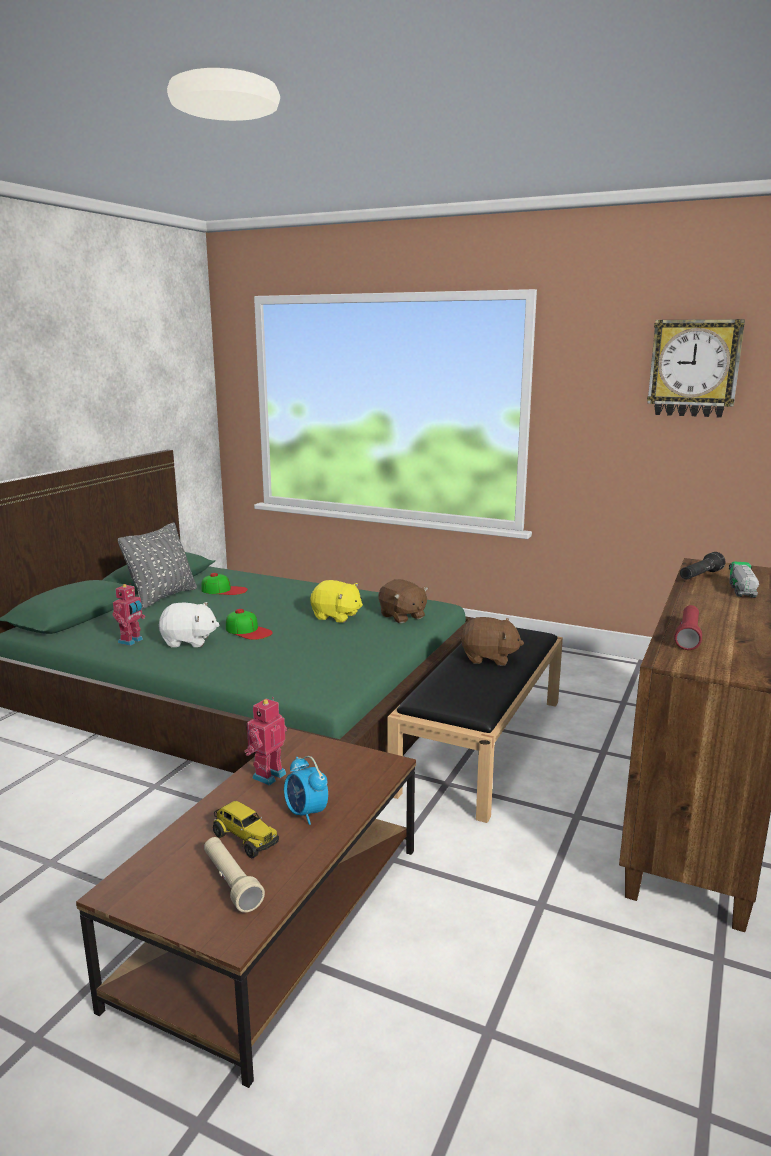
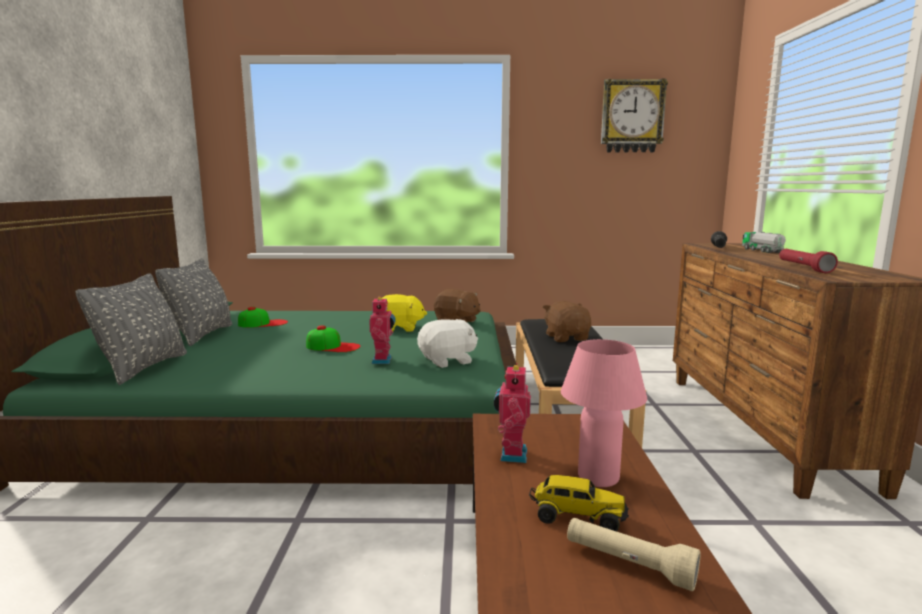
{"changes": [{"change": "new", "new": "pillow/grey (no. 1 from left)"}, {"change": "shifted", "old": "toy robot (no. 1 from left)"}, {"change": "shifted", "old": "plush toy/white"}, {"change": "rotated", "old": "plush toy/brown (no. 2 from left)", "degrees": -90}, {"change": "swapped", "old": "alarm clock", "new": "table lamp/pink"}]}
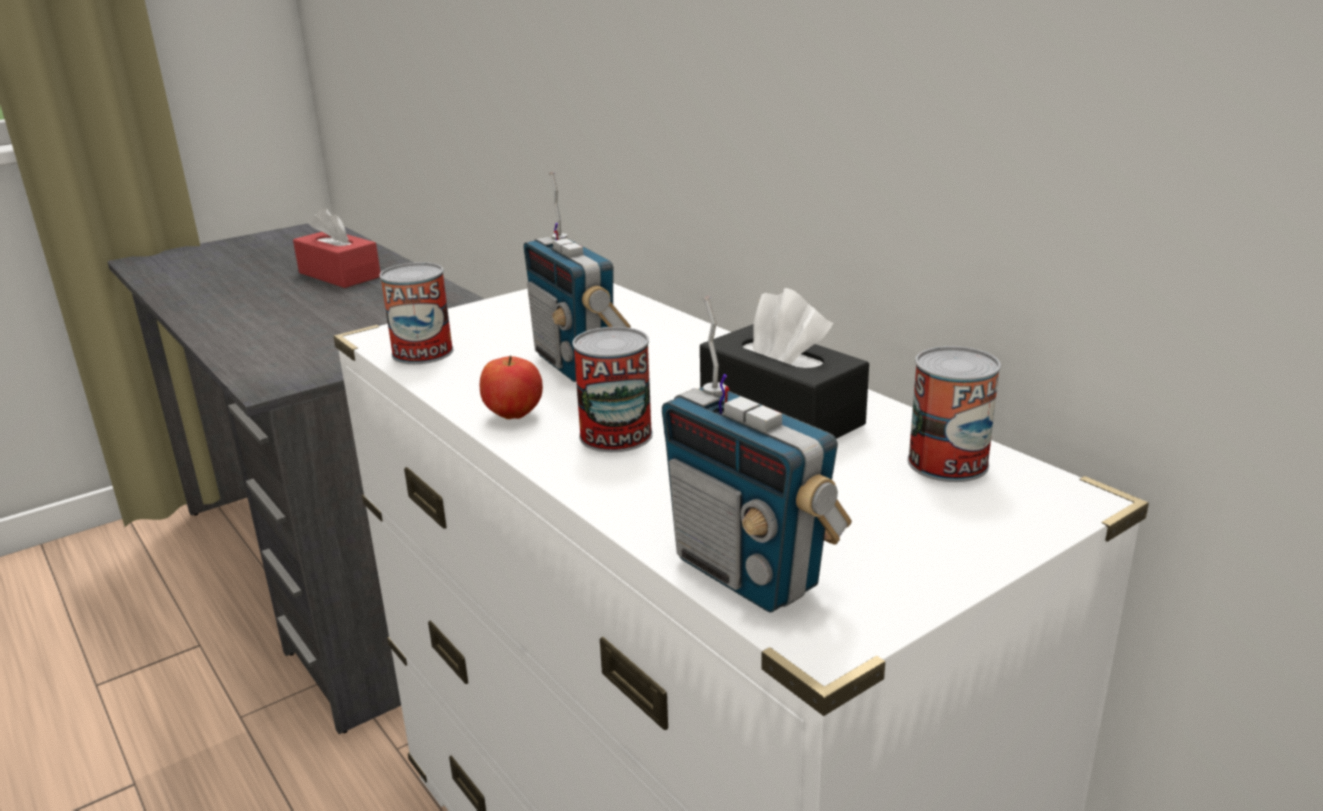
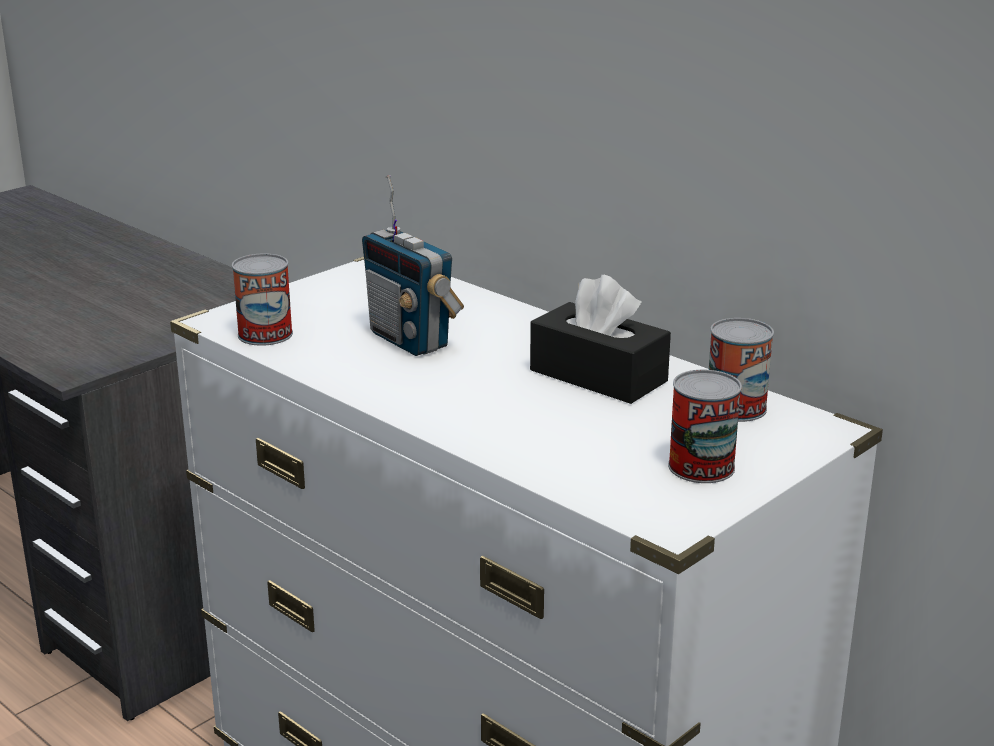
{"changes": [{"change": "shifted", "old": "can (no. 2 from left)"}, {"change": "gone", "old": "tissue box/red"}, {"change": "gone", "old": "apple"}, {"change": "gone", "old": "radio (no. 2 from left)"}]}
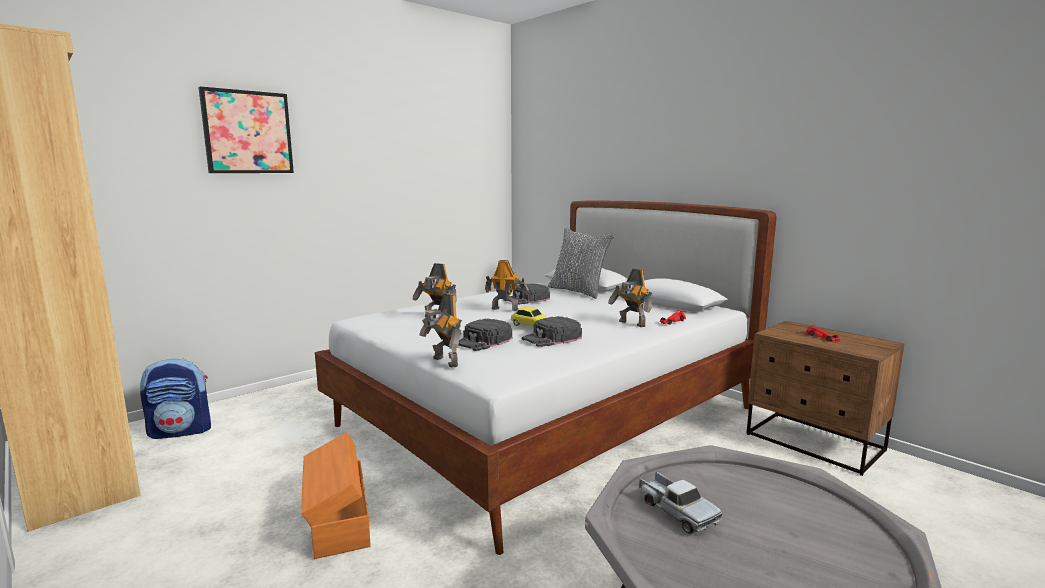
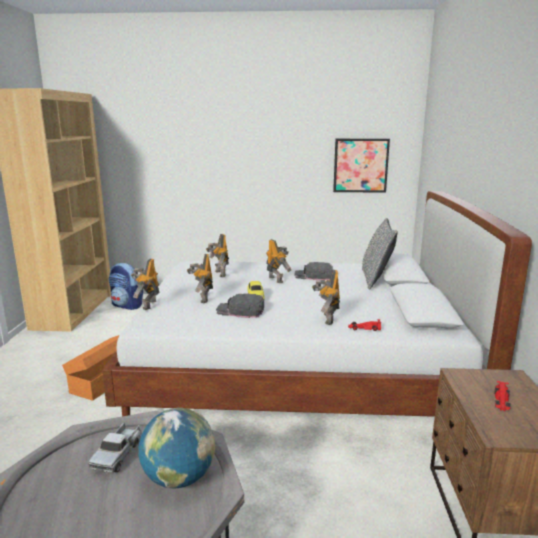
{"changes": [{"change": "new", "new": "globe"}, {"change": "swapped", "old": "cap/black (no. 1 from left)", "new": "toy robot (no. 2 from left)"}, {"change": "shifted", "old": "picture"}]}
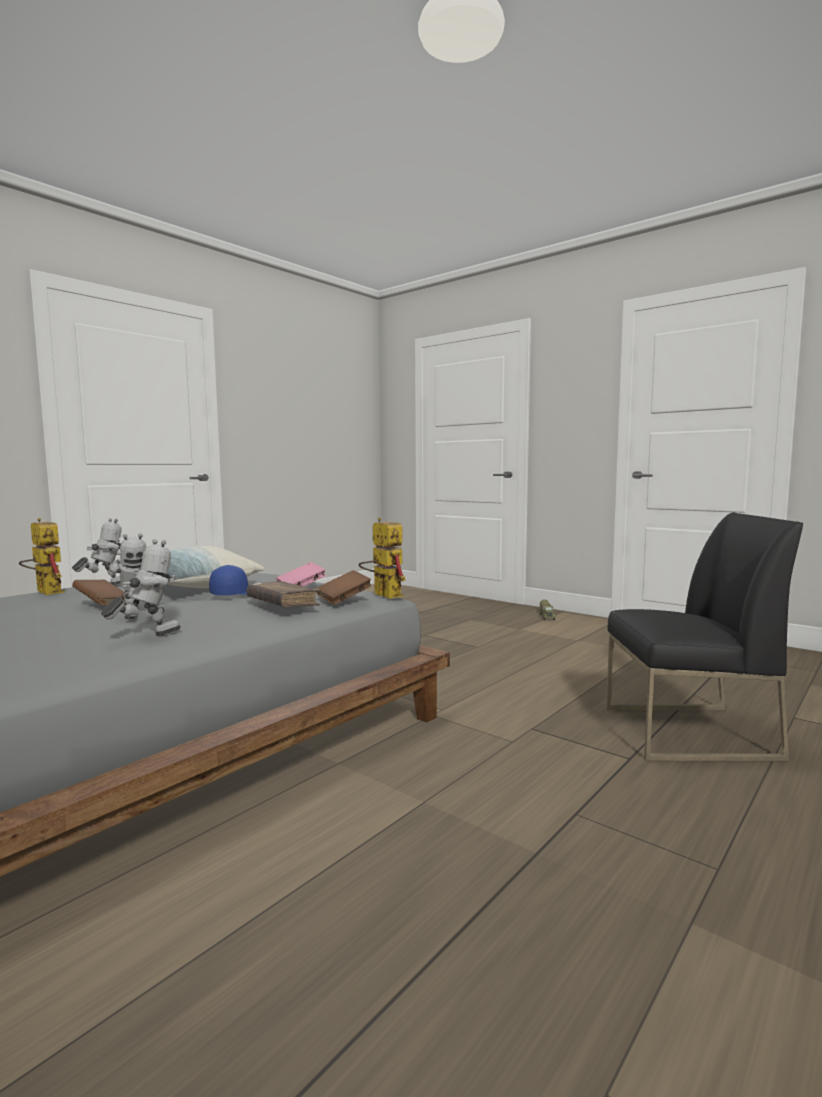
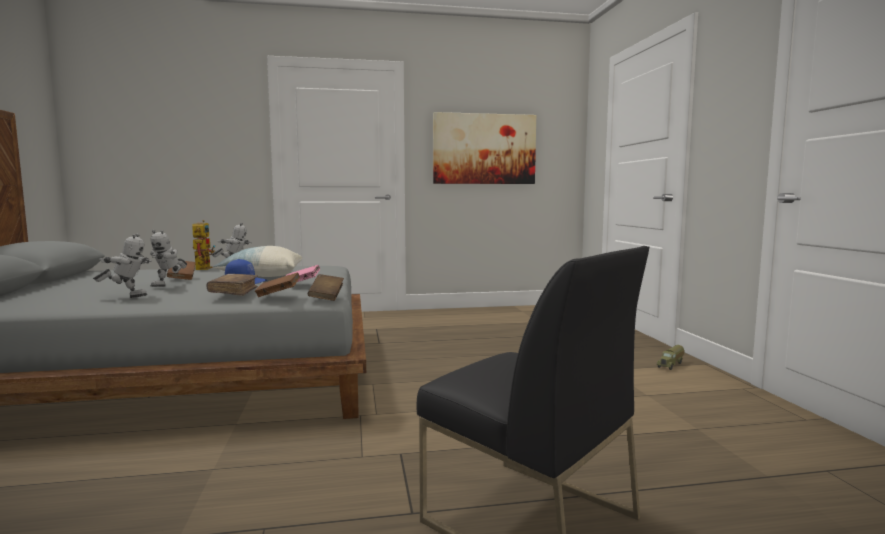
{"changes": [{"change": "swapped", "old": "toy robot (no. 5 from left)", "new": "book/brown (no. 4 from left)"}, {"change": "new", "new": "picture"}]}
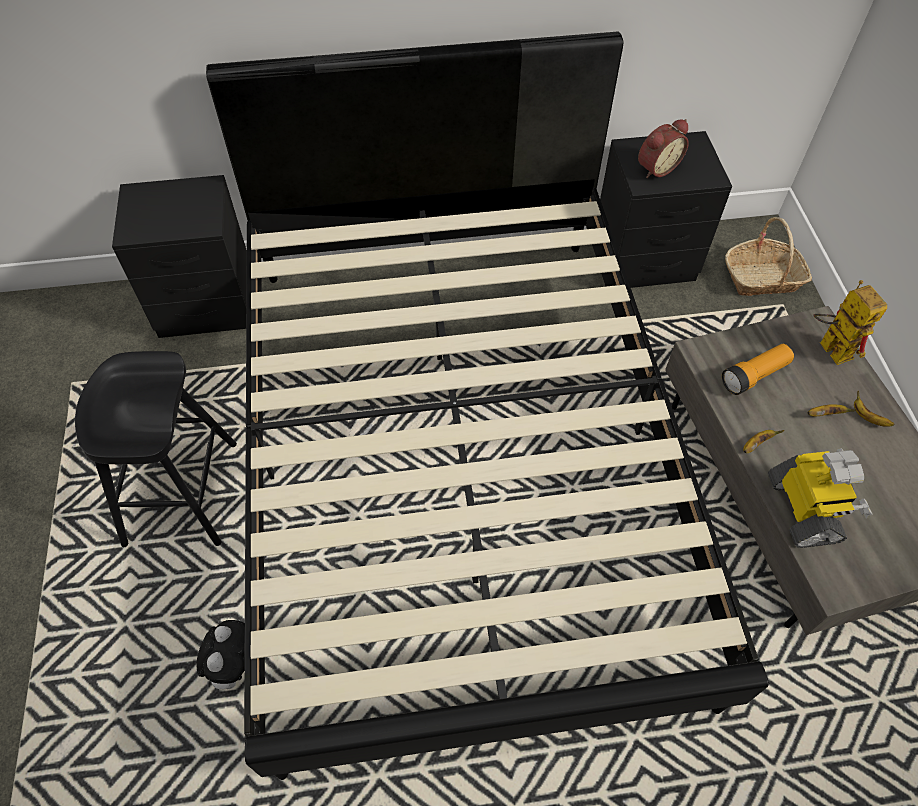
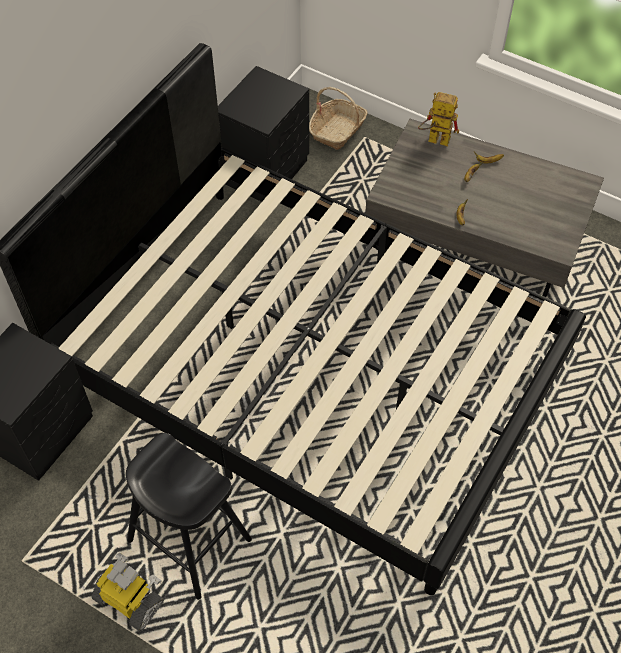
{"changes": [{"change": "shifted", "old": "toy robot (no. 1 from left)"}, {"change": "gone", "old": "plush toy"}, {"change": "gone", "old": "alarm clock"}, {"change": "gone", "old": "flashlight"}]}
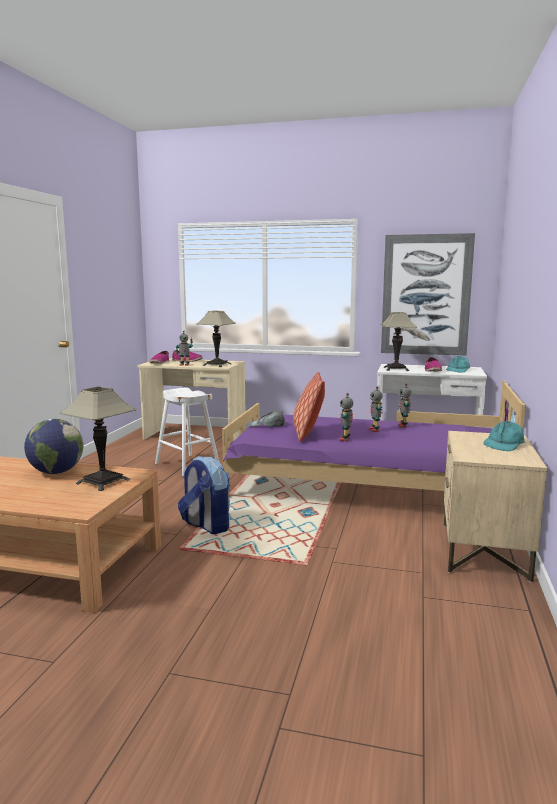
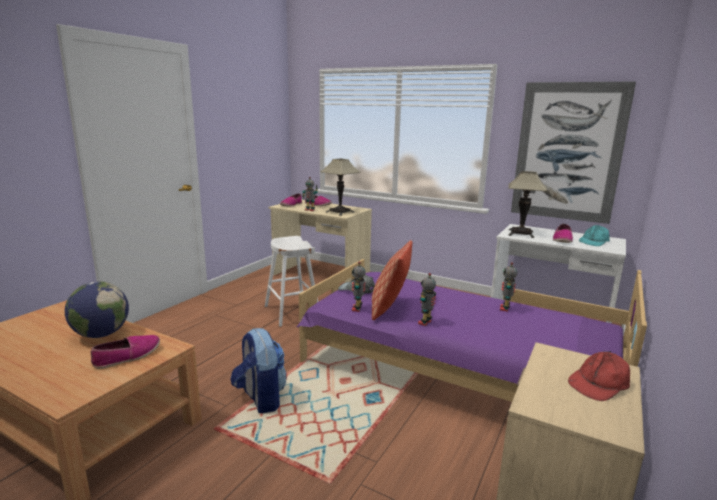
{"changes": [{"change": "swapped", "old": "table lamp (no. 1 from left)", "new": "shoe (no. 1 from left)"}, {"change": "shifted", "old": "toy robot (no. 3 from left in the first image)", "new": "toy robot (no. 2 from left)"}, {"change": "repainted", "old": "cap/turquoise (no. 2 from left)", "new": "cap/red"}]}
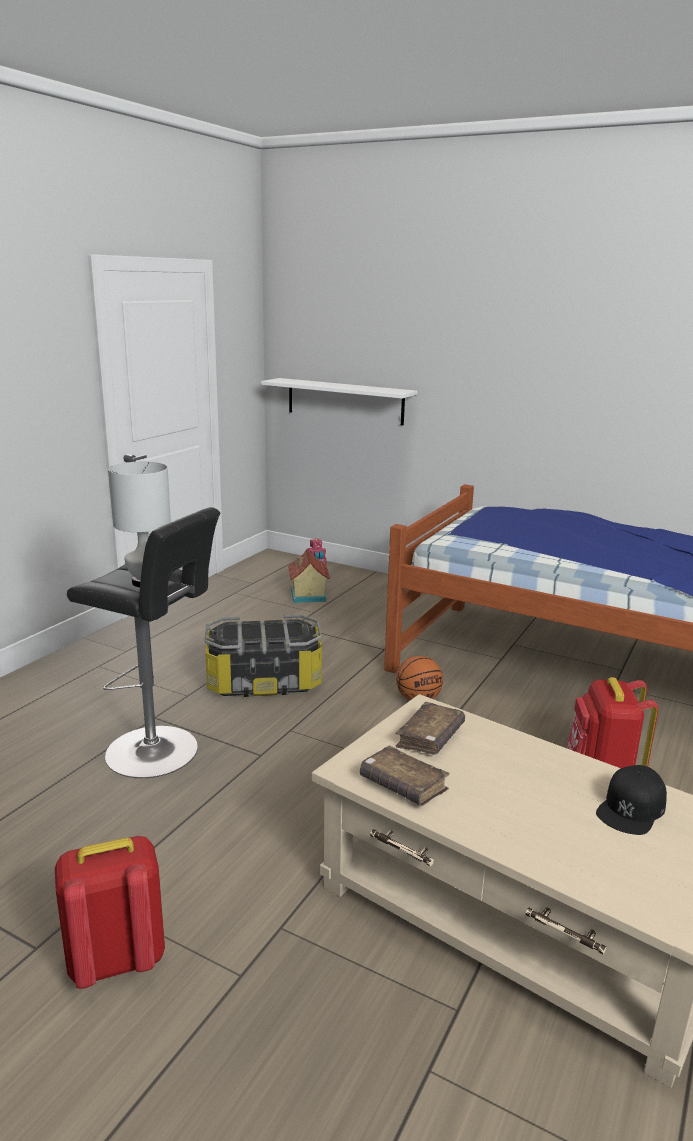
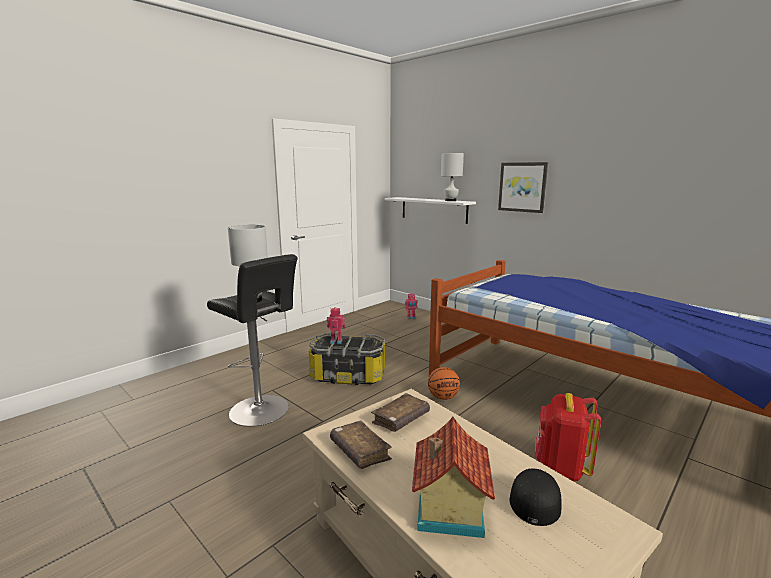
{"changes": [{"change": "new", "new": "toy robot (no. 1 from left)"}, {"change": "shifted", "old": "toy house"}, {"change": "new", "new": "table lamp/white (no. 2 from left)"}, {"change": "new", "new": "picture"}, {"change": "rotated", "old": "cap/black", "degrees": 150}, {"change": "gone", "old": "backpack/red (no. 1 from left)"}]}
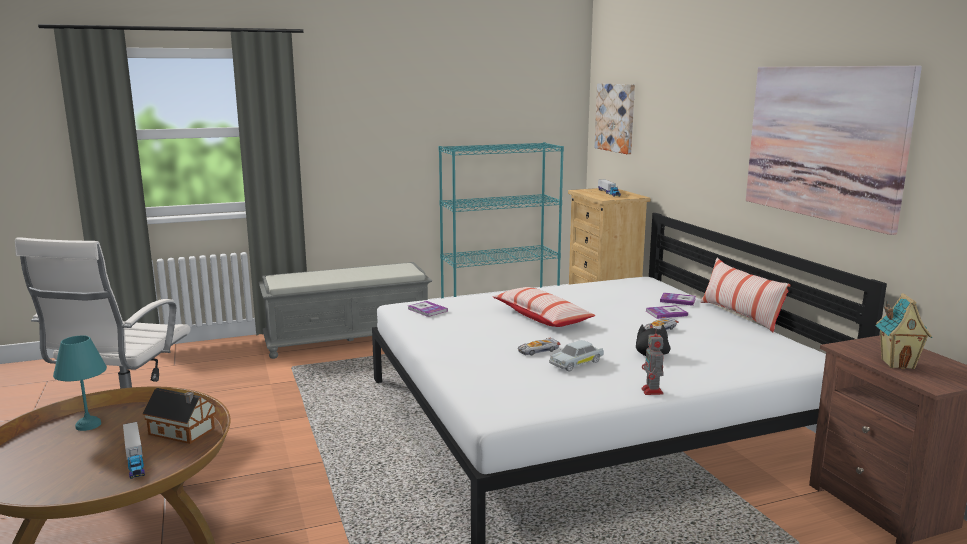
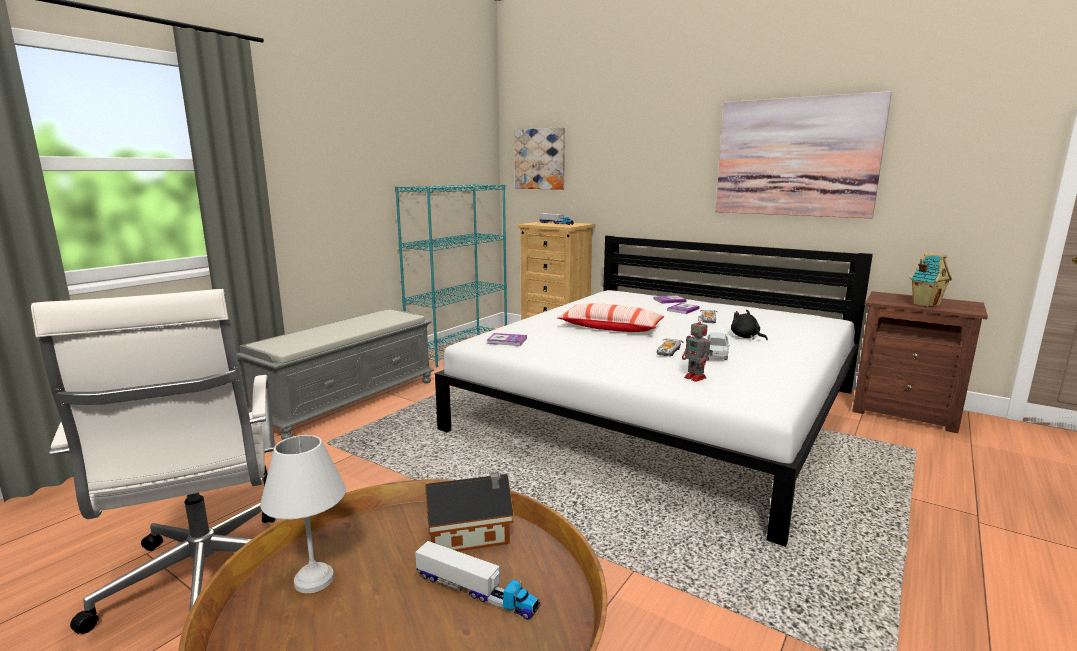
{"changes": [{"change": "repainted", "old": "table lamp/turquoise", "new": "table lamp/white"}, {"change": "shifted", "old": "toy robot"}, {"change": "gone", "old": "pillow (no. 2 from left)"}]}
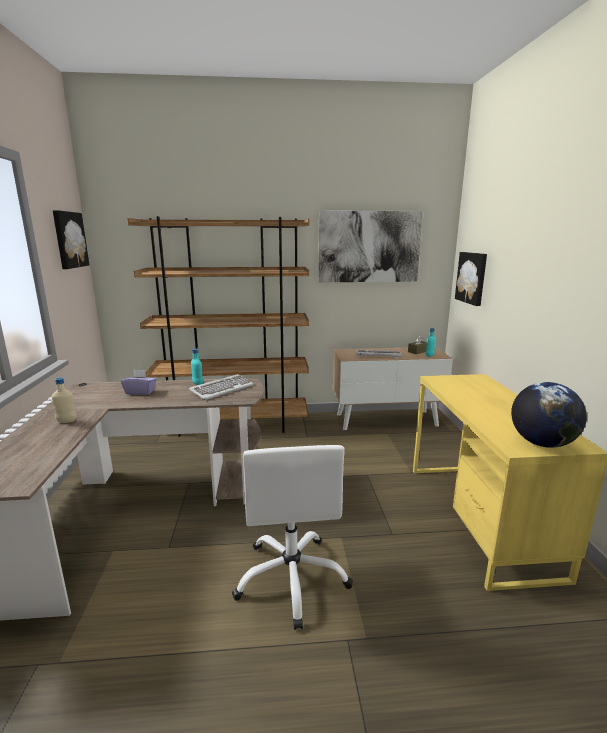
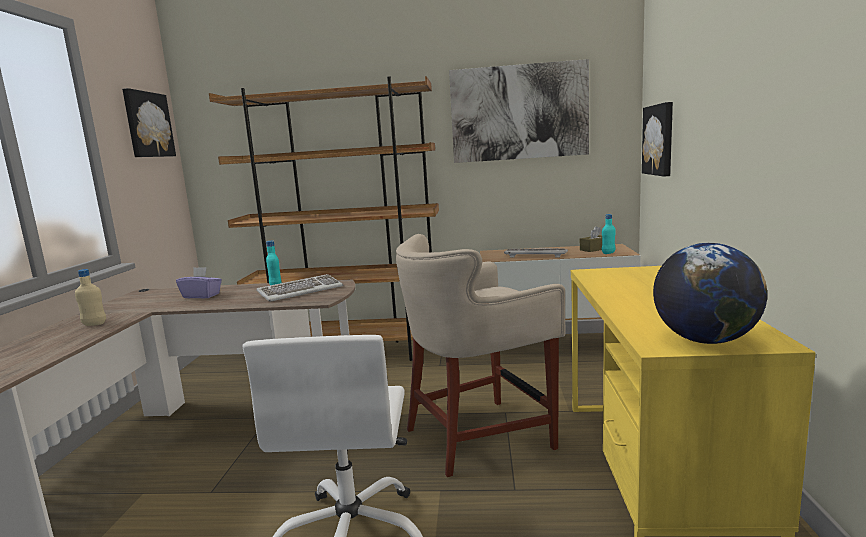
{"changes": [{"change": "new", "new": "stool/beige"}]}
